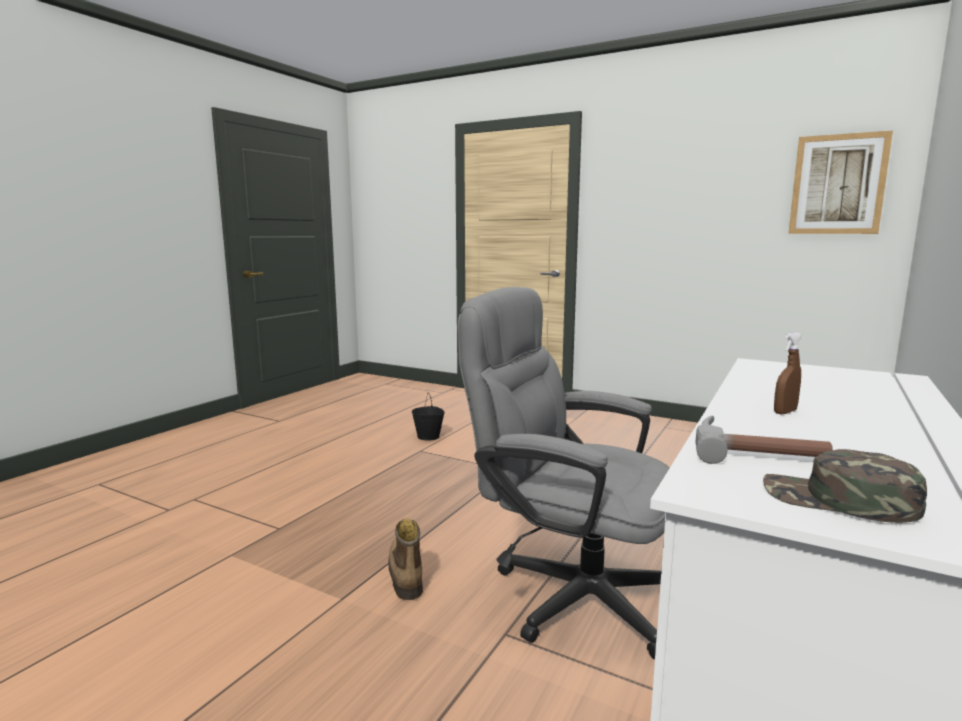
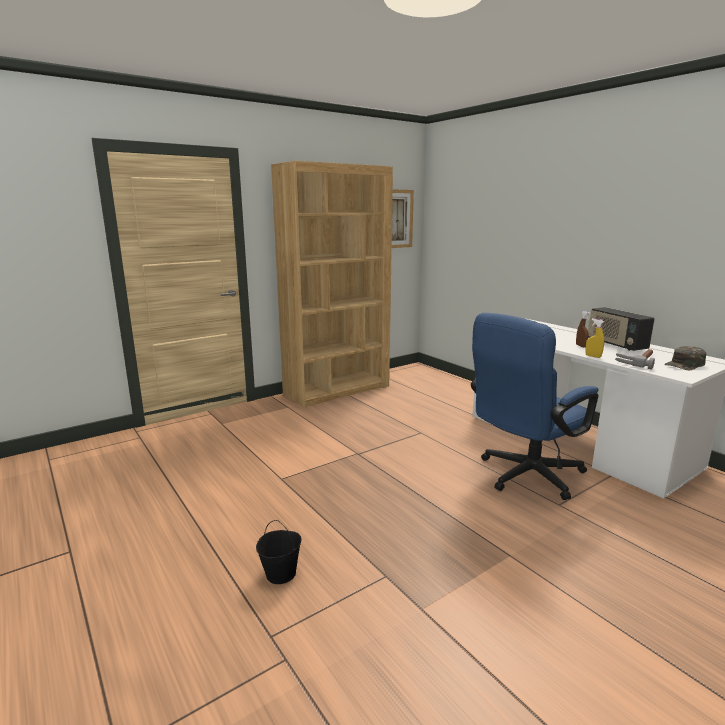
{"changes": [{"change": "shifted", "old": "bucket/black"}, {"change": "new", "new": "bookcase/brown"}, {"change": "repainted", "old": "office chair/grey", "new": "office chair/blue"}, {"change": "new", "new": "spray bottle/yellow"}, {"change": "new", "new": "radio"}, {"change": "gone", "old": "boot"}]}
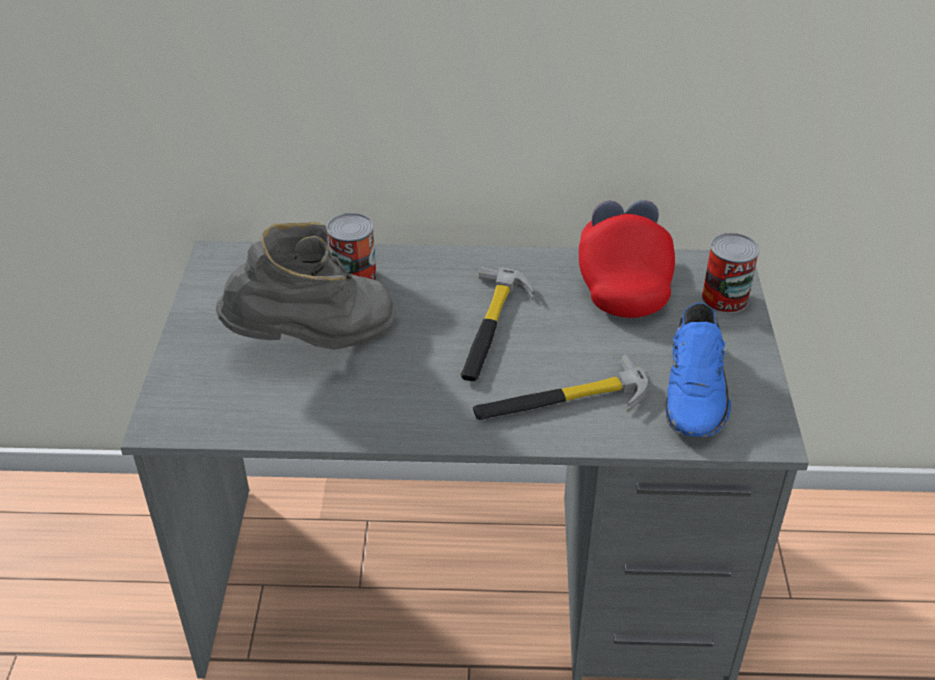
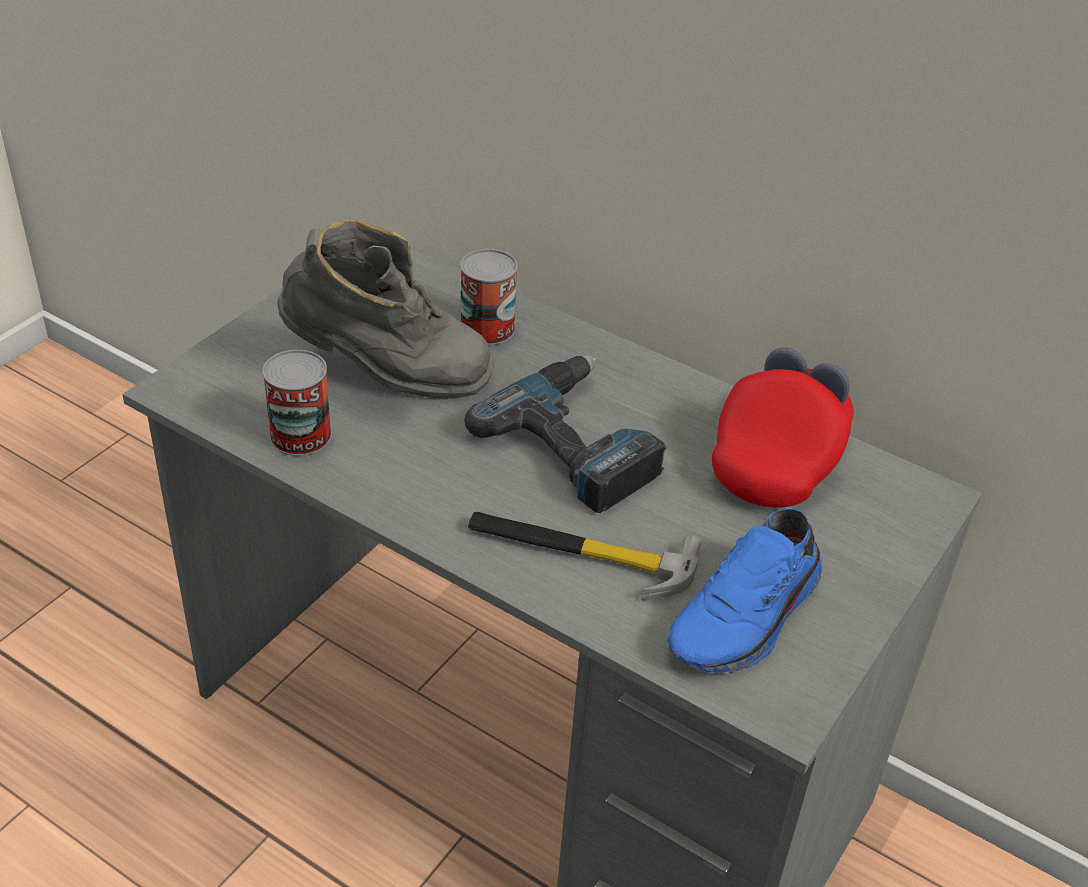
{"changes": [{"change": "shifted", "old": "can (no. 2 from left in the first image)", "new": "can (no. 1 from left)"}, {"change": "swapped", "old": "hammer (no. 1 from left)", "new": "power drill"}]}
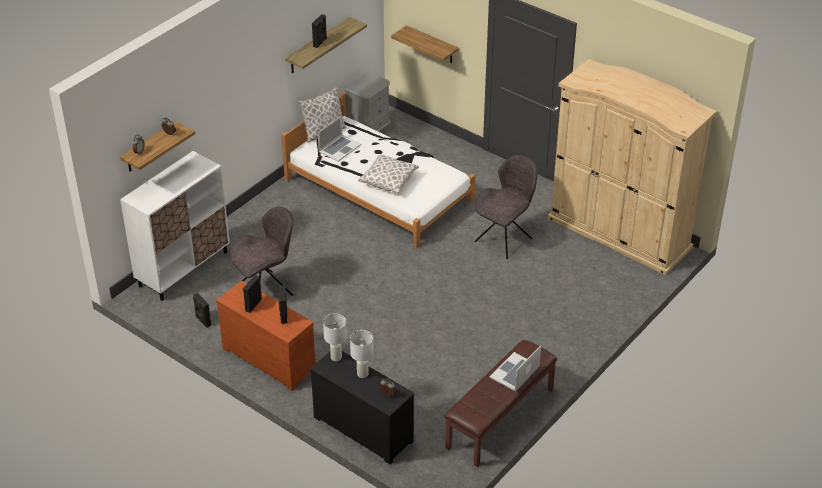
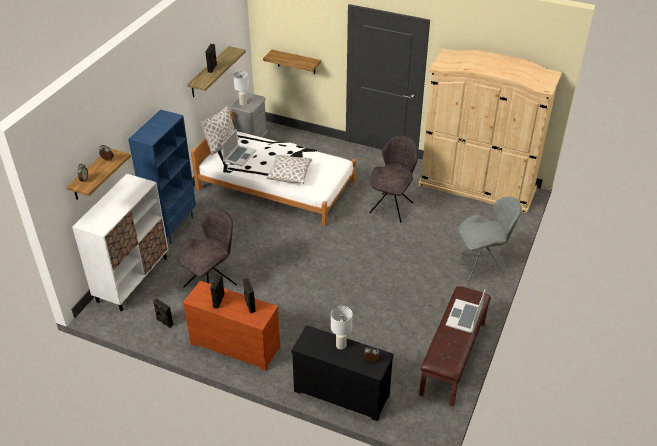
{"changes": [{"change": "new", "new": "bookcase/blue"}, {"change": "shifted", "old": "table lamp/white (no. 1 from left)"}, {"change": "new", "new": "chair/grey (no. 3 from left)"}]}
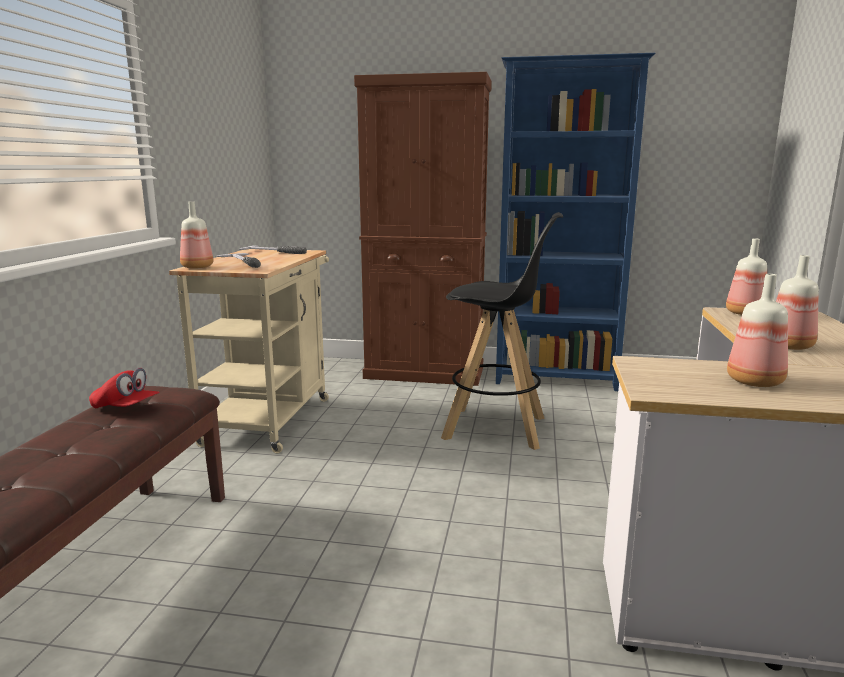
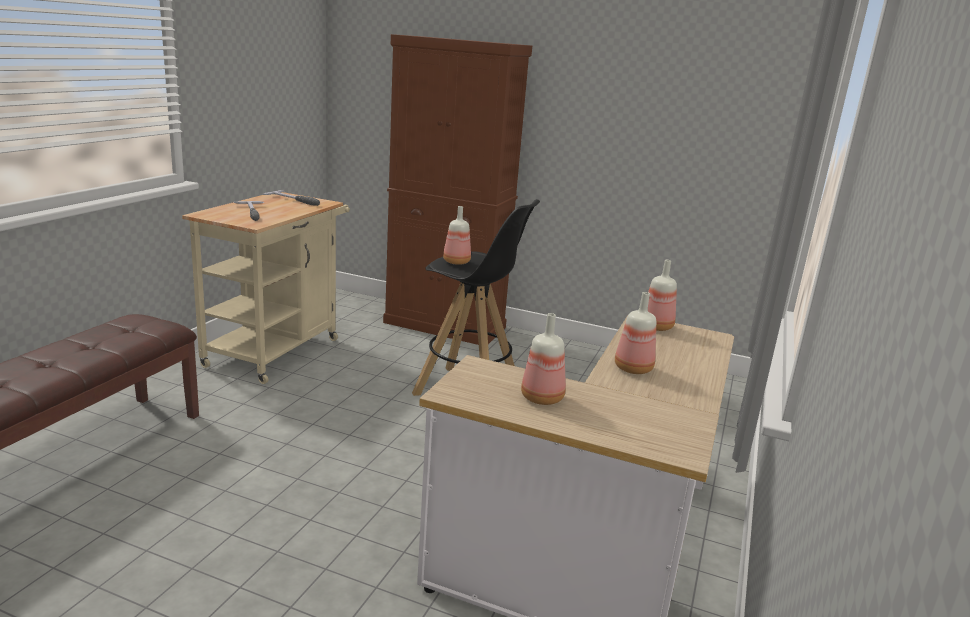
{"changes": [{"change": "shifted", "old": "bottle (no. 1 from left)"}, {"change": "gone", "old": "cap/red"}, {"change": "gone", "old": "bookcase/blue"}]}
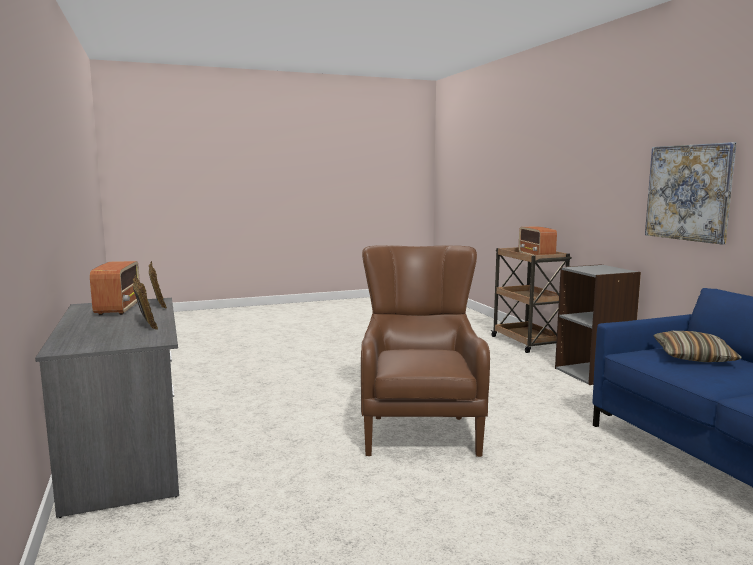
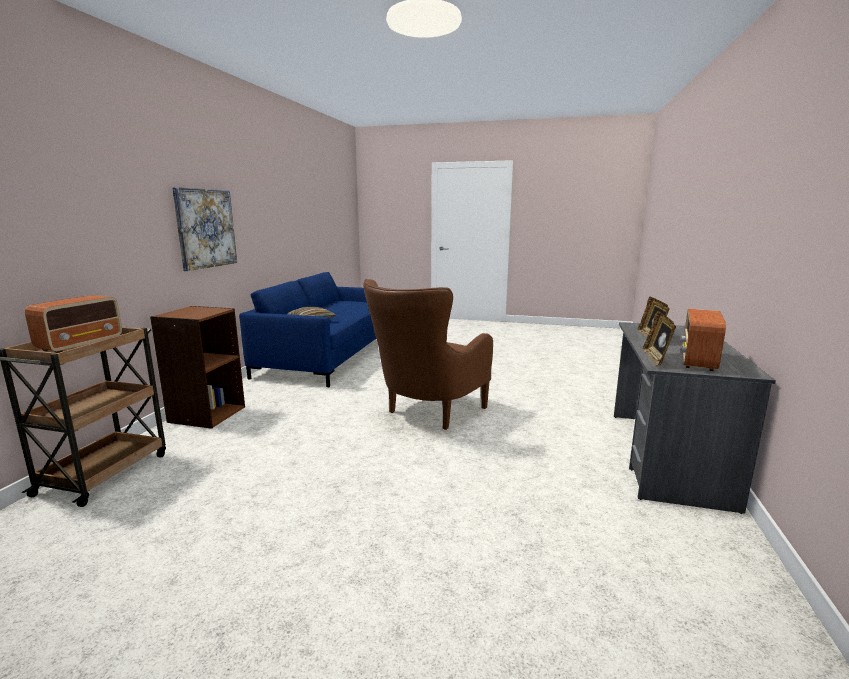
{"changes": [{"change": "repainted", "old": "bookcase/grey", "new": "bookcase/brown"}]}
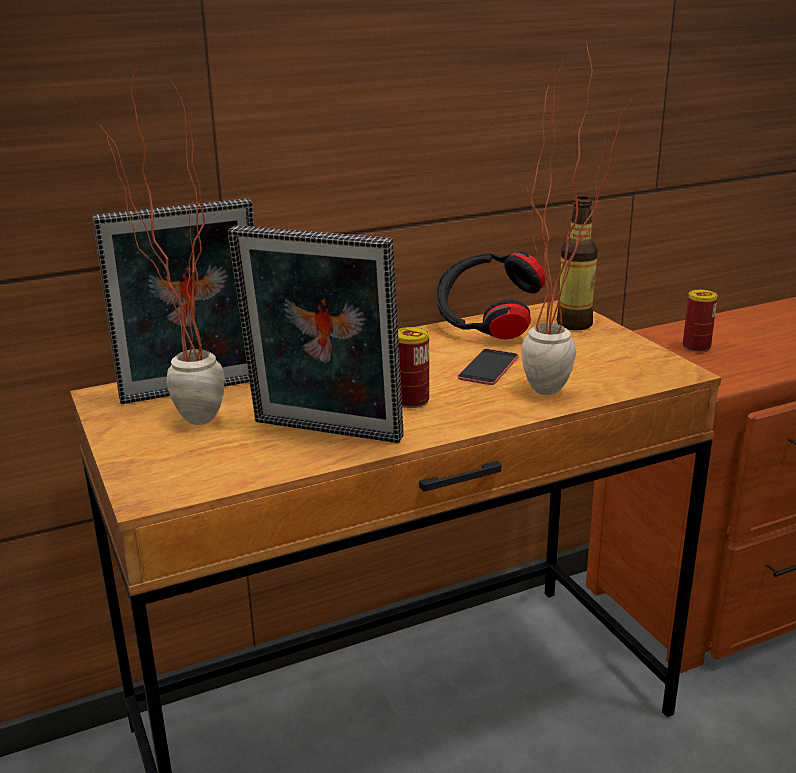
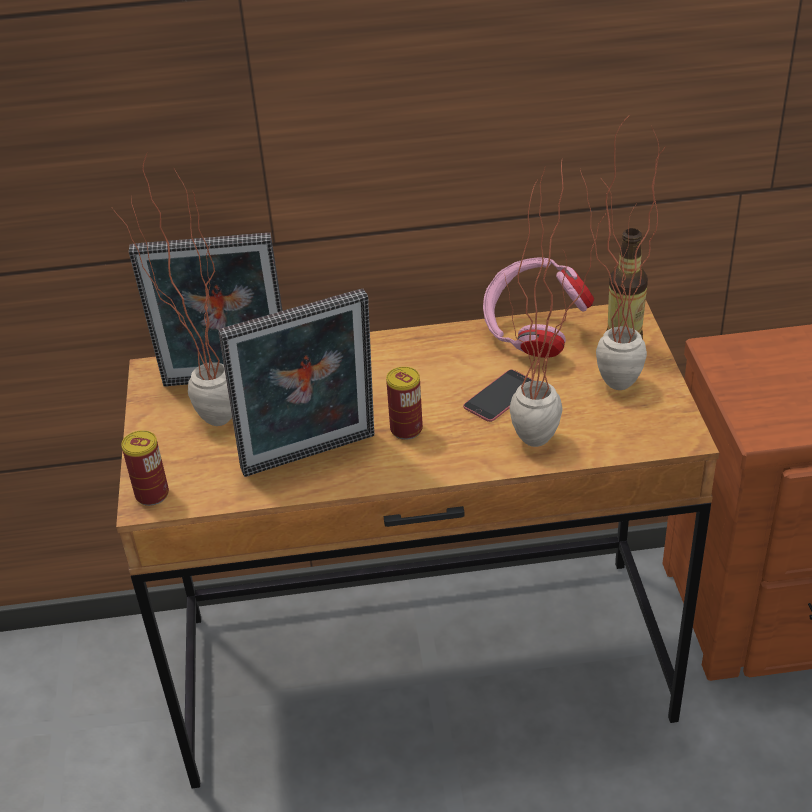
{"changes": [{"change": "shifted", "old": "can (no. 2 from left in the first image)", "new": "can (no. 1 from left)"}, {"change": "rotated", "old": "picture frame (no. 2 from left)", "degrees": -60}, {"change": "repainted", "old": "headphones/black", "new": "headphones/pink"}, {"change": "new", "new": "potted plant (no. 3 from left)"}]}
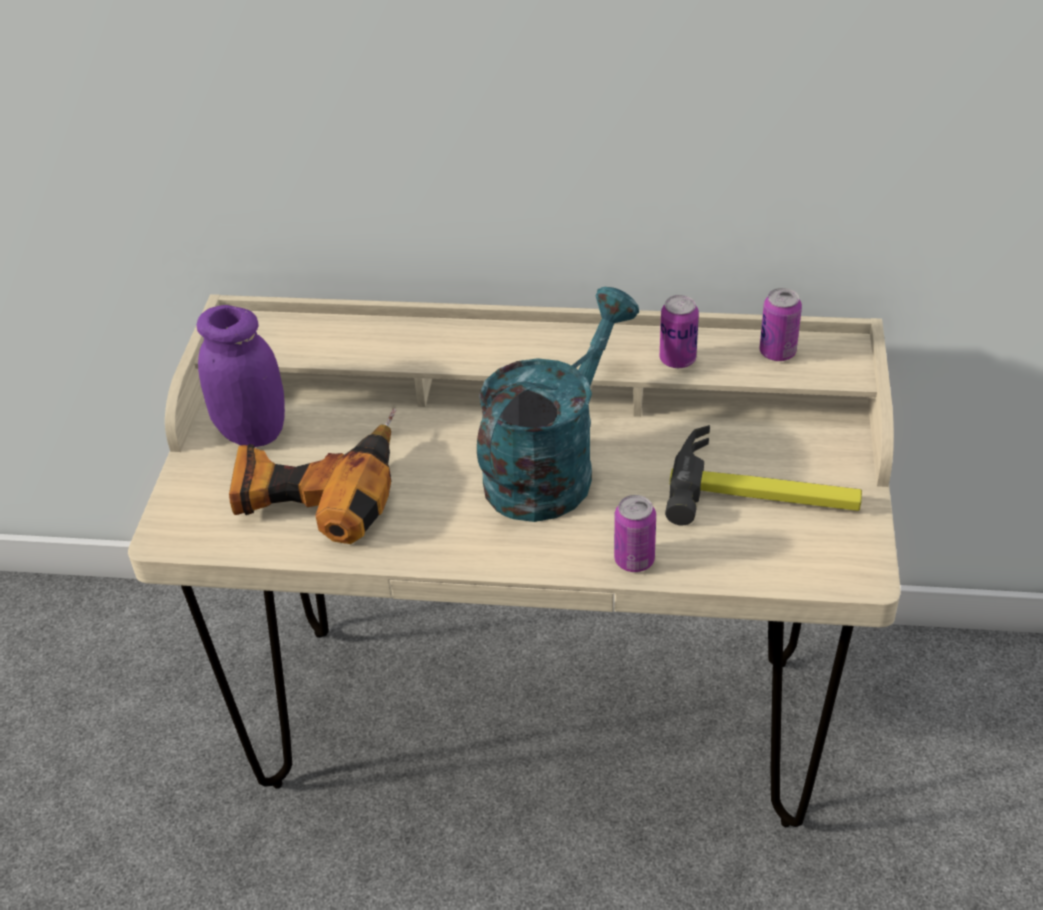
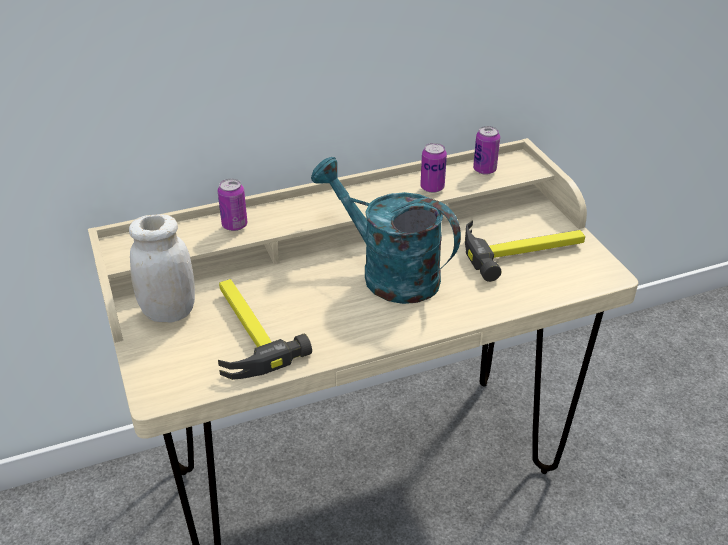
{"changes": [{"change": "repainted", "old": "jar/purple", "new": "jar/white"}, {"change": "shifted", "old": "can (no. 1 from left)"}, {"change": "swapped", "old": "power drill", "new": "hammer (no. 1 from left)"}, {"change": "rotated", "old": "watering can/turquoise", "degrees": -60}]}
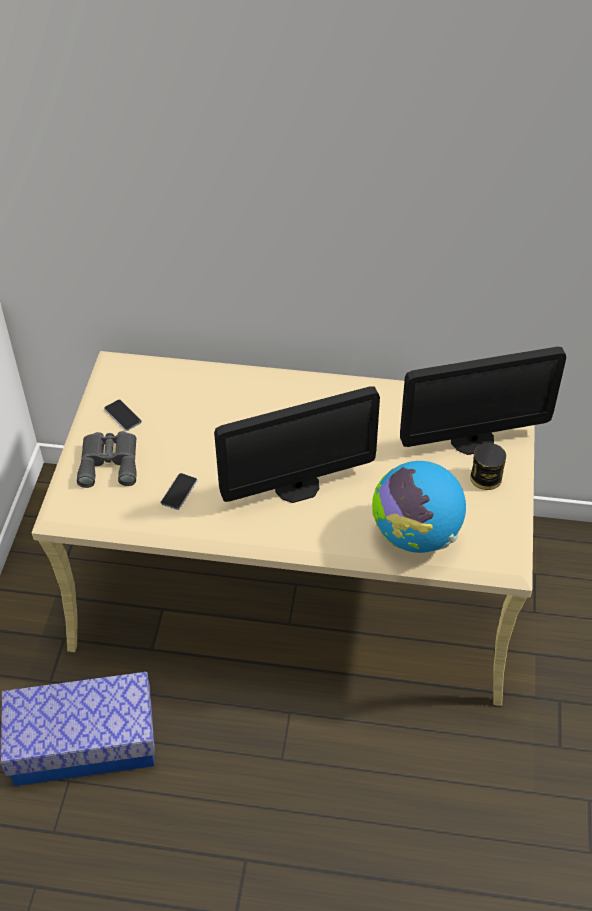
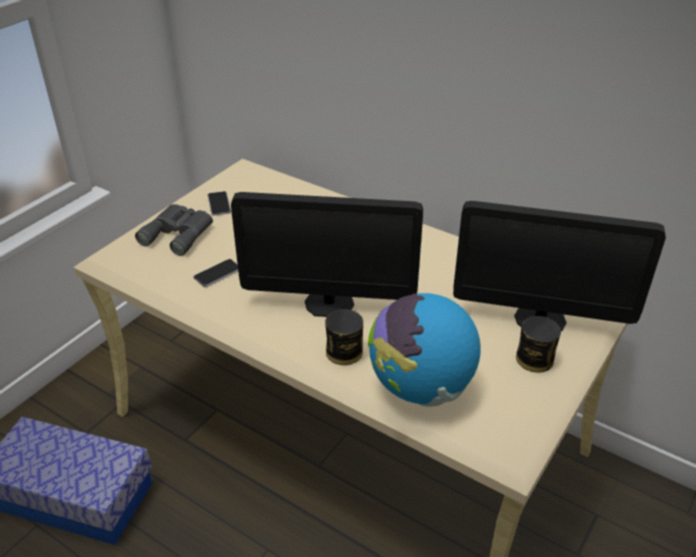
{"changes": [{"change": "new", "new": "can (no. 1 from left)"}]}
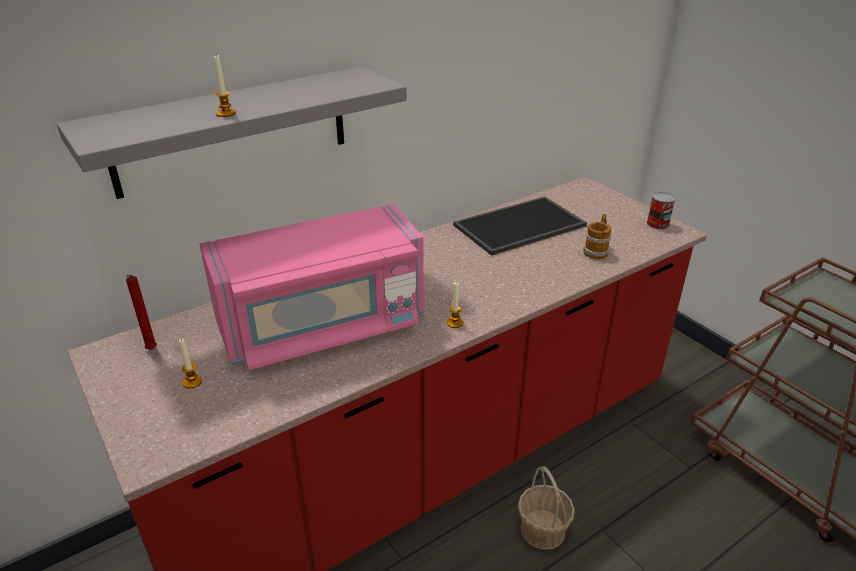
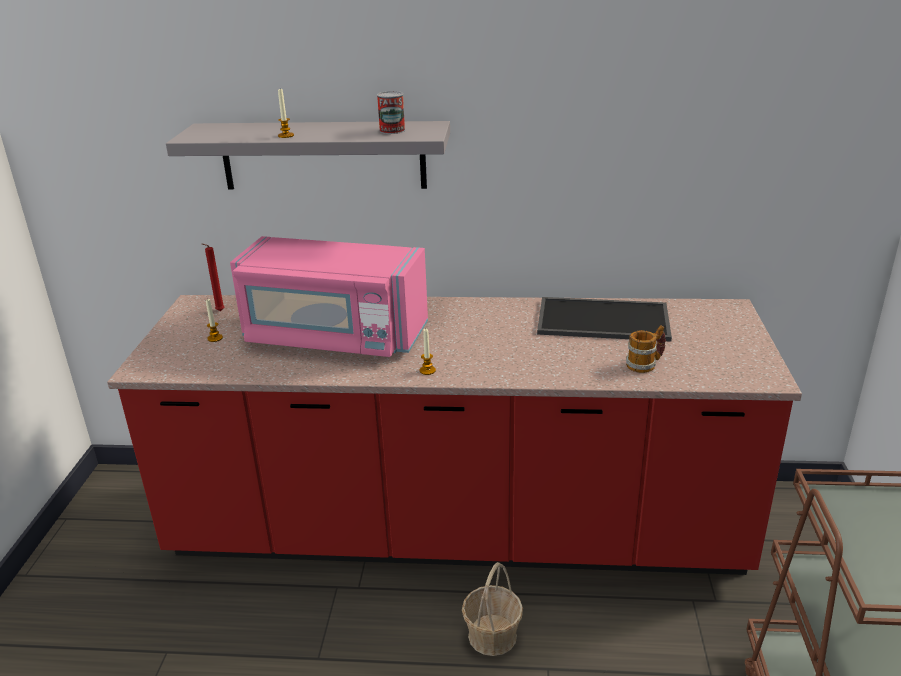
{"changes": [{"change": "shifted", "old": "can"}]}
